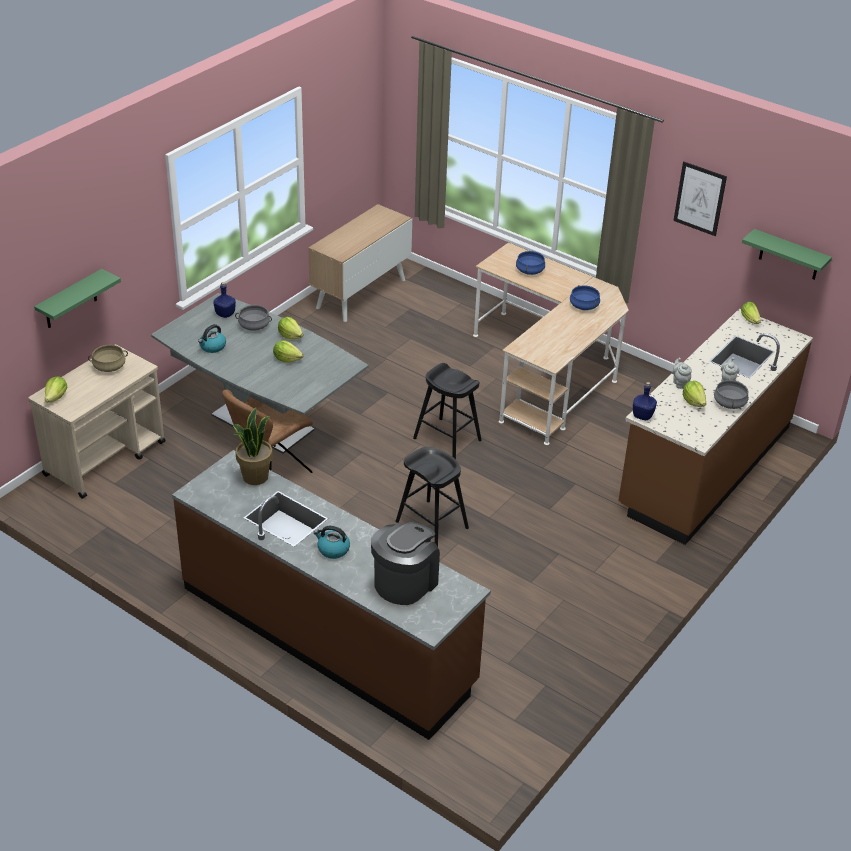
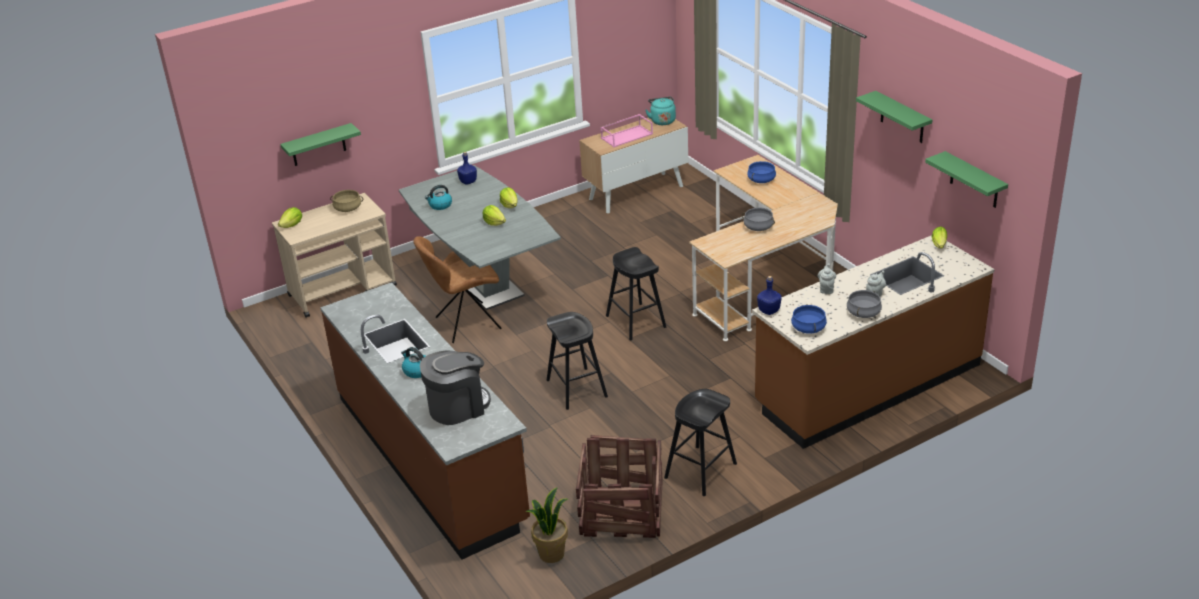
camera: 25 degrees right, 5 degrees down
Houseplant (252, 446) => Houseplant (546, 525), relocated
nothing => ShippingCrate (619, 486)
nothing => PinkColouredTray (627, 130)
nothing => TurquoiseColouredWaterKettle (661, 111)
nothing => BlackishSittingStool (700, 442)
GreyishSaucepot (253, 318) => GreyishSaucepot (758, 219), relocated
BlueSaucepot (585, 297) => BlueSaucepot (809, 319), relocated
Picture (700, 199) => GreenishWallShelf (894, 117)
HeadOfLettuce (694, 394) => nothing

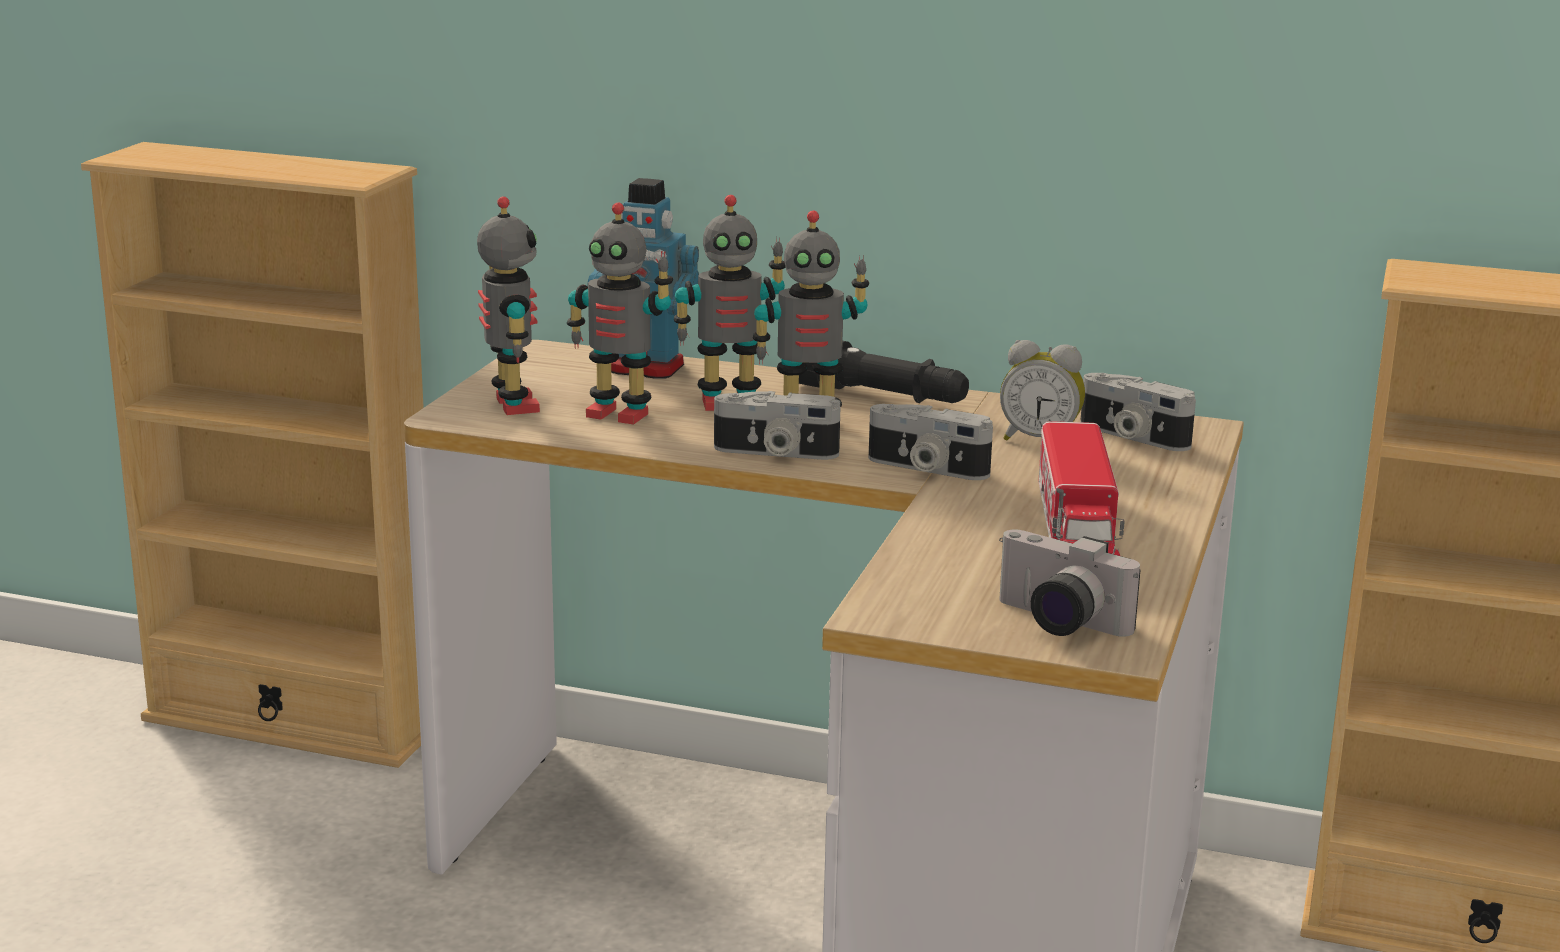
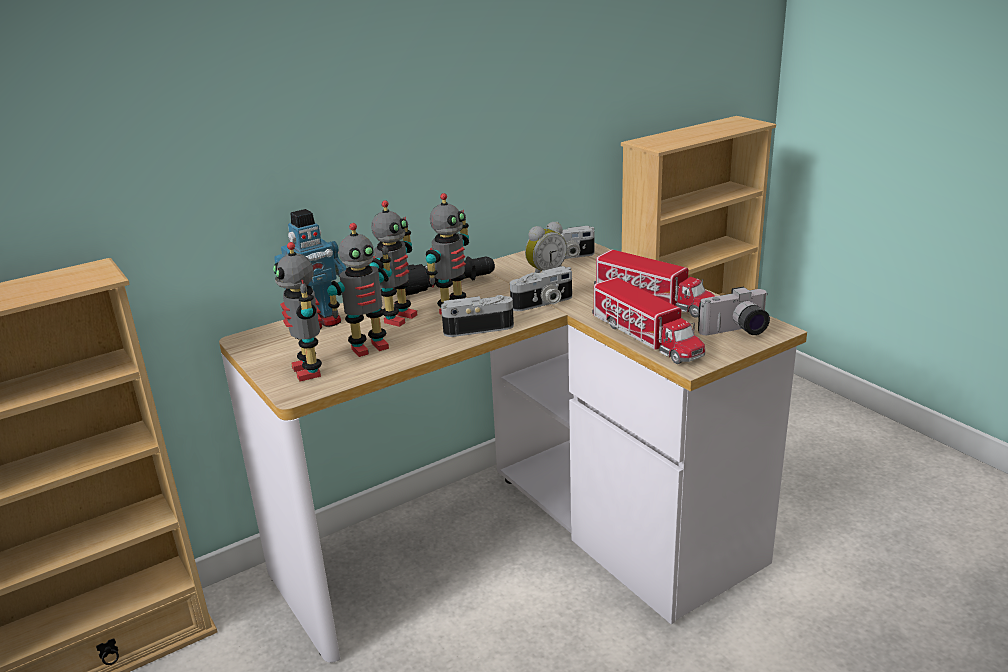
camera: 50 degrees left, 5 degrees up
ModelRobot (508, 306) => ModelRobot (297, 312), 135 degrees counterclockwise
StillCamera (777, 425) => StillCamera (477, 316), 150 degrees counterclockwise
nothing => ToyTruck (648, 320)

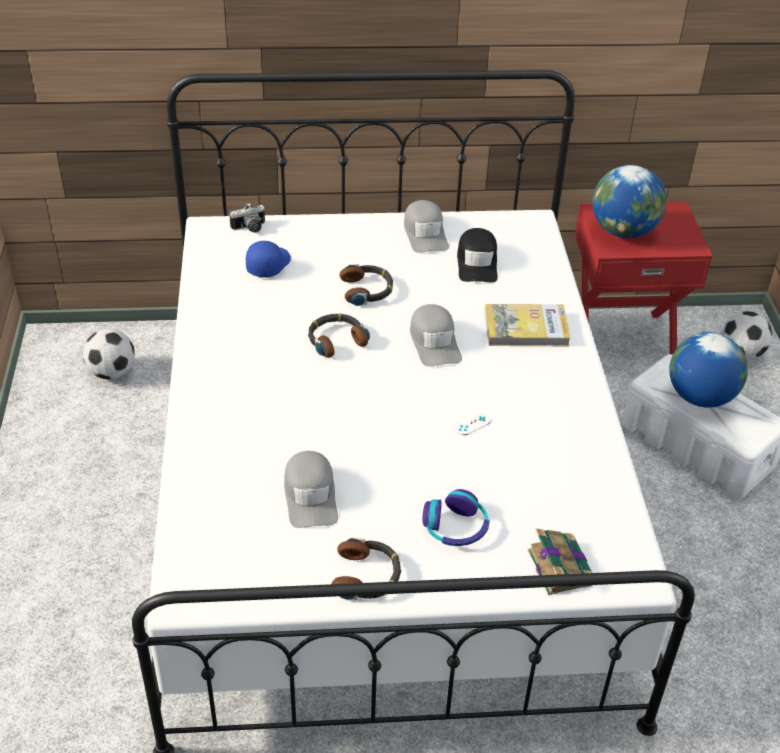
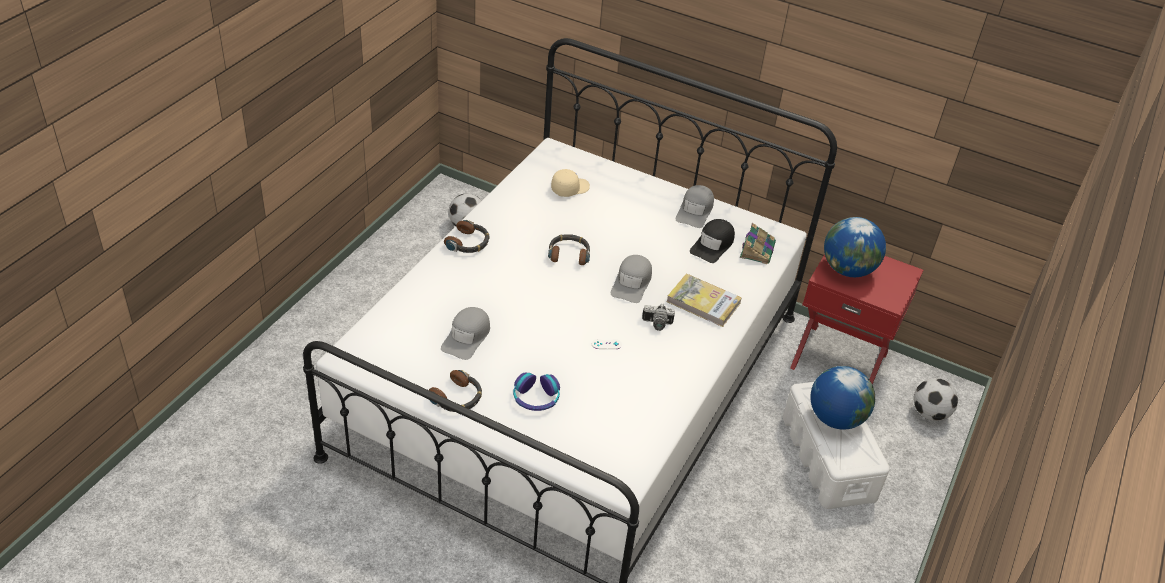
camera: 30 degrees right, 0 degrees up
Headset (366, 285) => Headset (466, 236), relocated
BlueCap (268, 259) => BeigeColouredCap (570, 183)
StillCamera (247, 218) => StillCamera (658, 317), relocated
BoundBook (560, 562) => BoundBook (758, 243), relocated

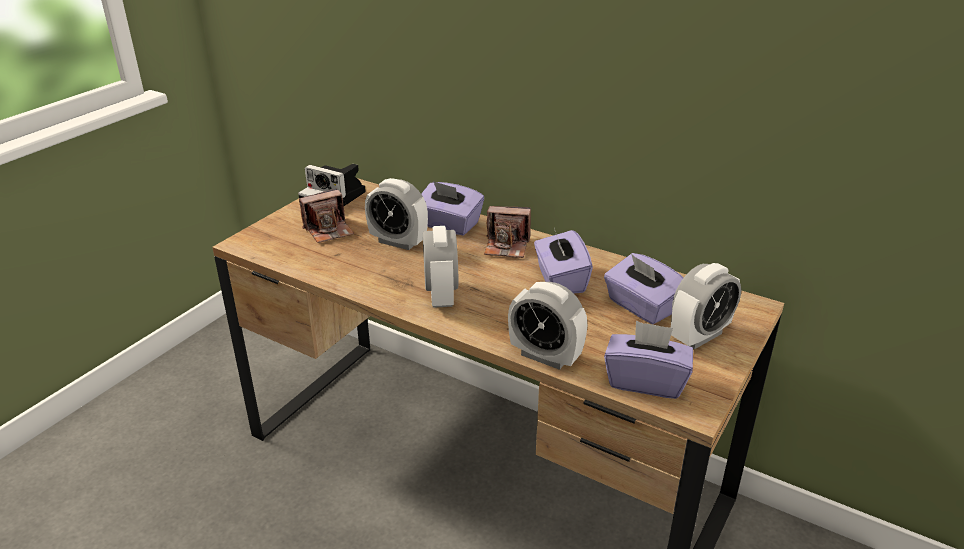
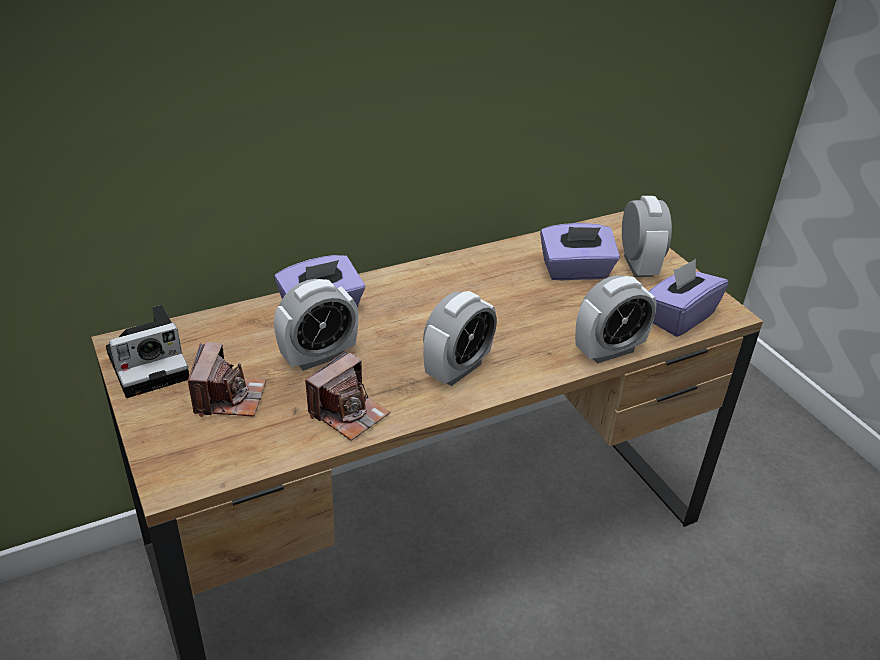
camera: 60 degrees left, 5 degrees up
StillCamera (507, 232) => StillCamera (347, 396), relocated
AlarmClock (440, 267) => AlarmClock (460, 338), 105 degrees clockwise
PurplishTissueHolder (563, 260) => nothing

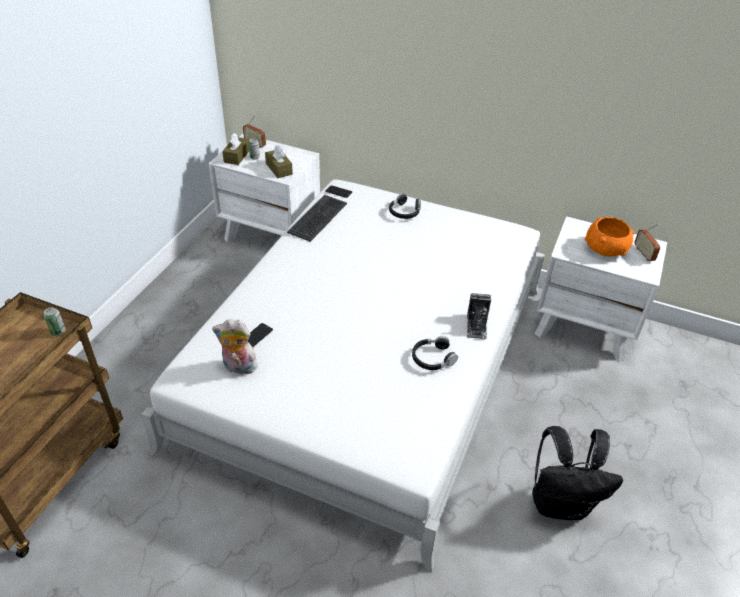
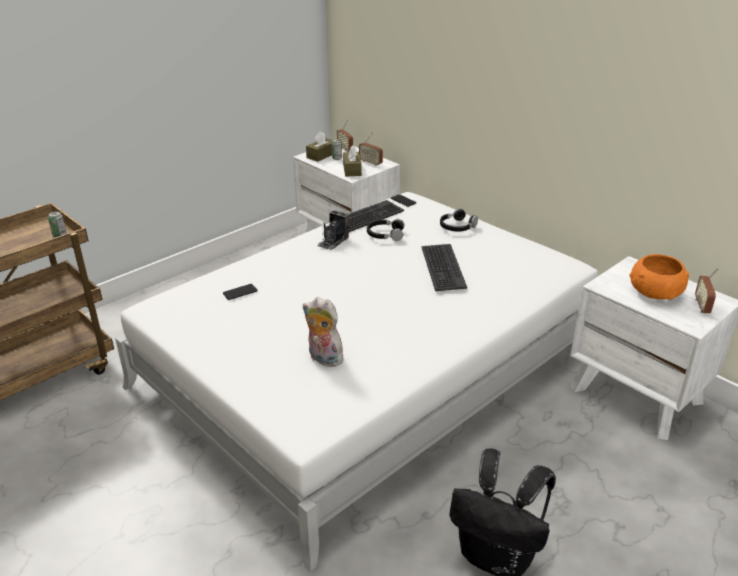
camera: 25 degrees right, 10 degrees down
PlushToy (234, 347) => PlushToy (324, 332), relocated
StillCamera (479, 316) => StillCamera (333, 230), relocated
nothing => RadioSet (371, 148)
BlackishHeadset (435, 353) => BlackishHeadset (386, 230), relocated
nothing => ComputerKeyboard (444, 267)

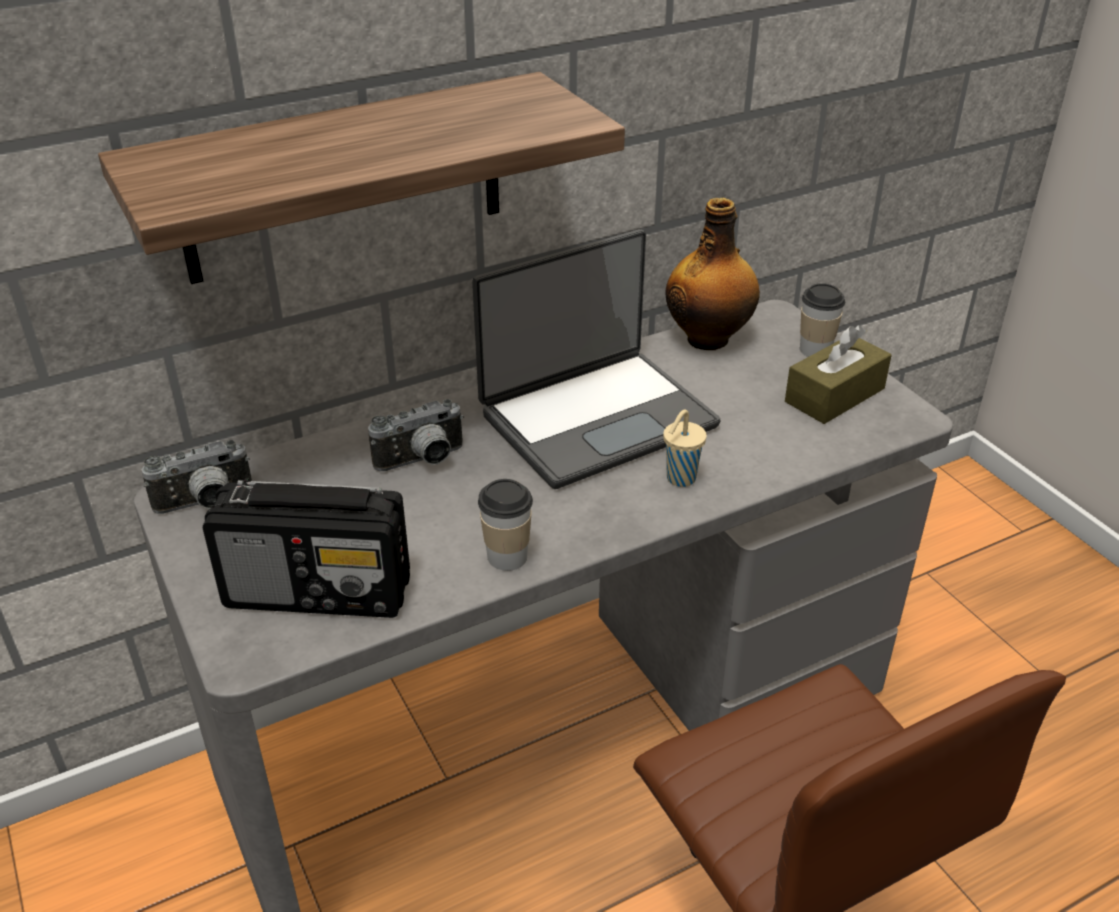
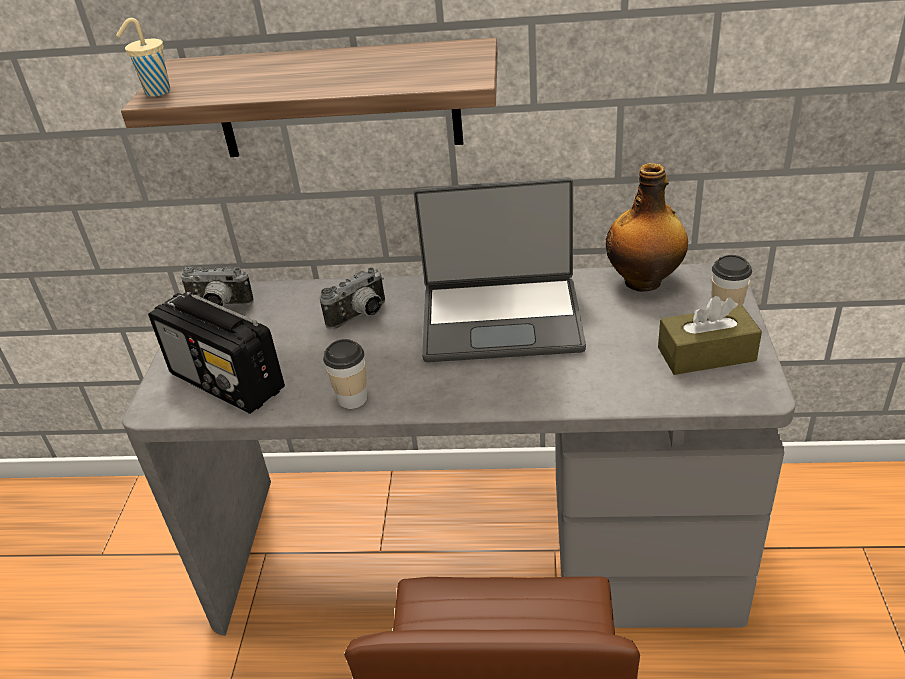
camera: 35 degrees right, 0 degrees up
BeigeColouredCup (685, 448) => BeigeColouredCup (143, 57), relocated
StillCamera (416, 435) => StillCamera (352, 298), 45 degrees counterclockwise

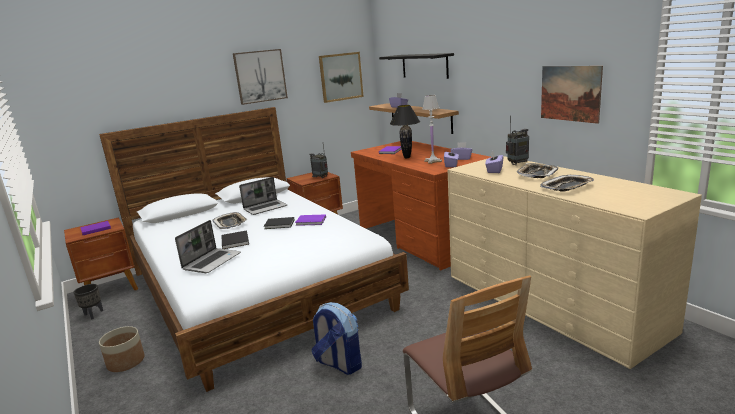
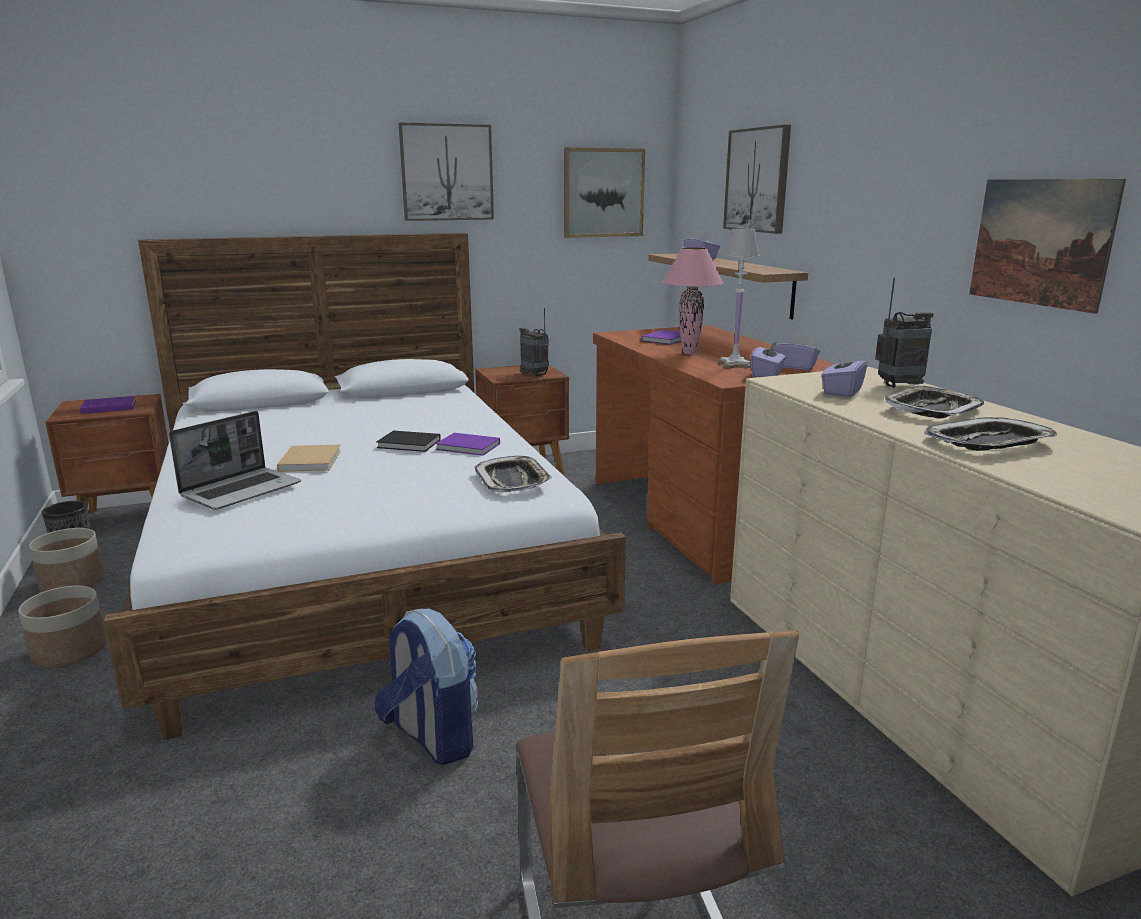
camera: 10 degrees right, 0 degrees up
nothing => FlowerPot (66, 560)
BlackishBoundBook (235, 239) => BeigeColouredBoundBook (309, 458)
Tray (230, 220) => Tray (513, 474), relocated
BlackishTableLamp (405, 131) => PinkColouredTableLamp (692, 300)
BlackishWallShelf (416, 66) => Picture (757, 179)
Laptop (263, 196) => nothing

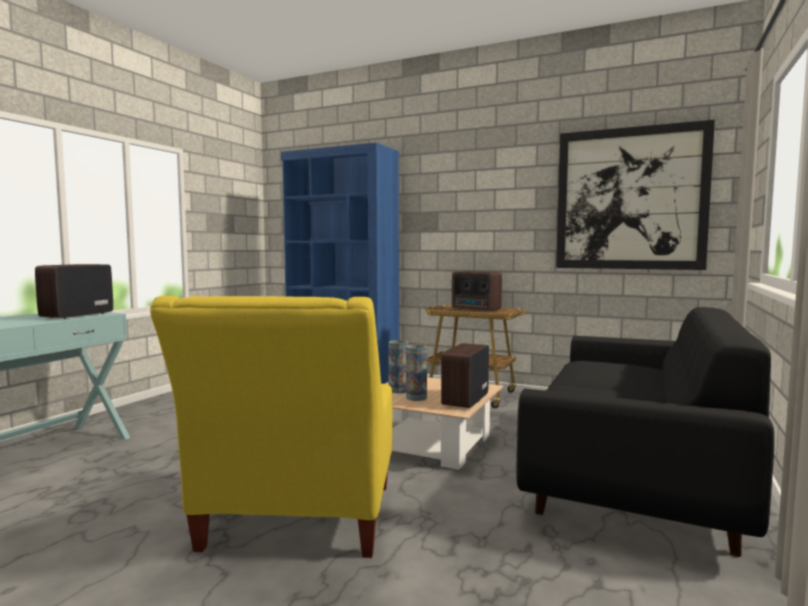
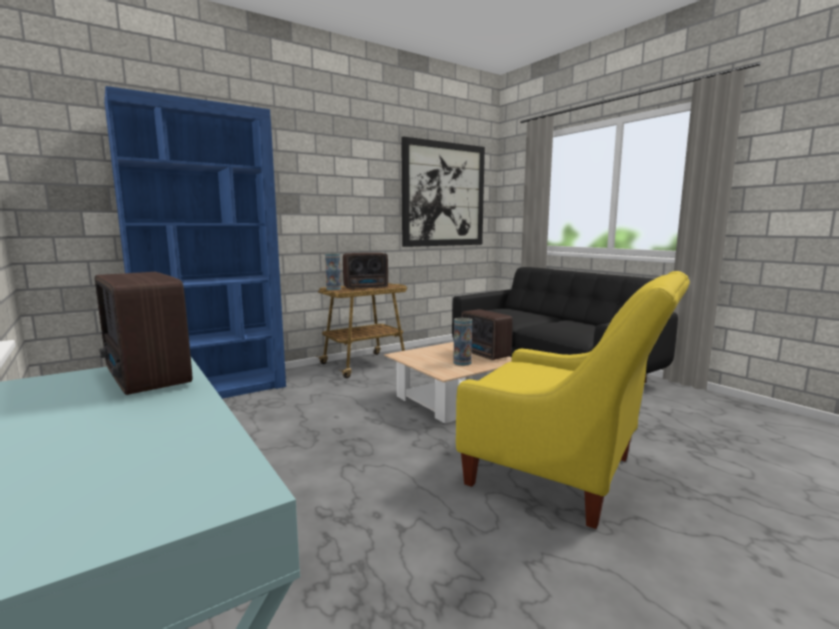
camera: 60 degrees left, 5 degrees up
FlowerVase (398, 367) => FlowerVase (333, 271), relocated

